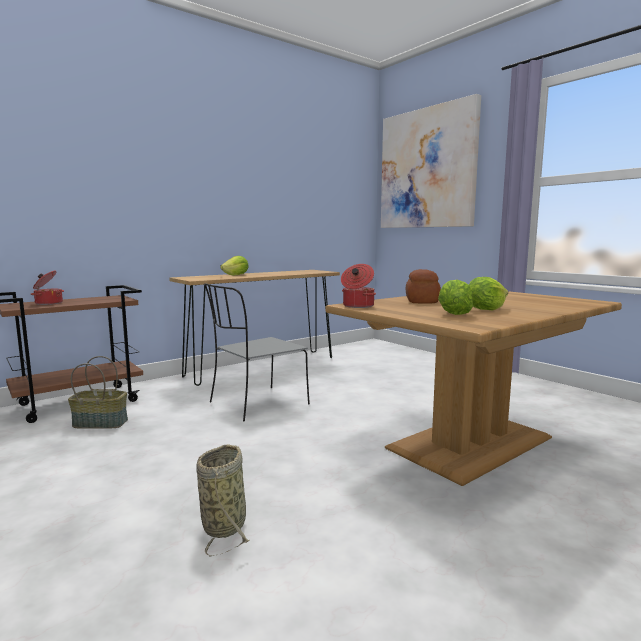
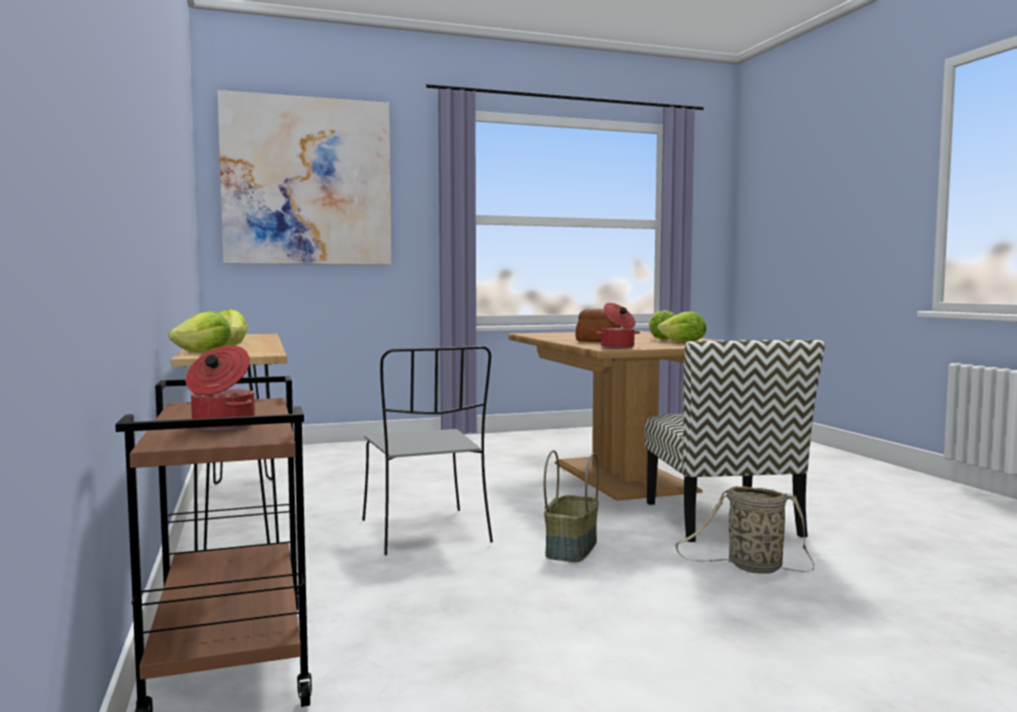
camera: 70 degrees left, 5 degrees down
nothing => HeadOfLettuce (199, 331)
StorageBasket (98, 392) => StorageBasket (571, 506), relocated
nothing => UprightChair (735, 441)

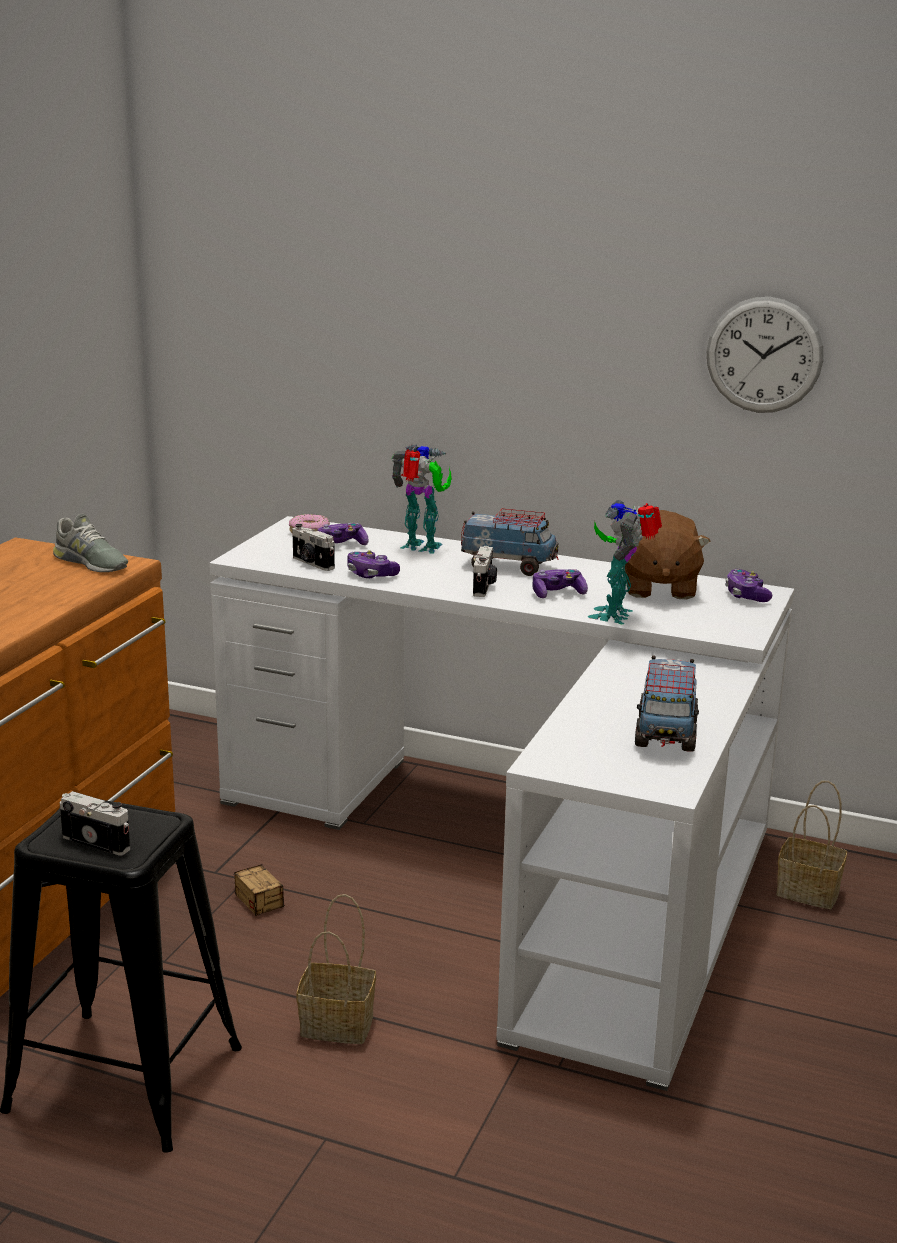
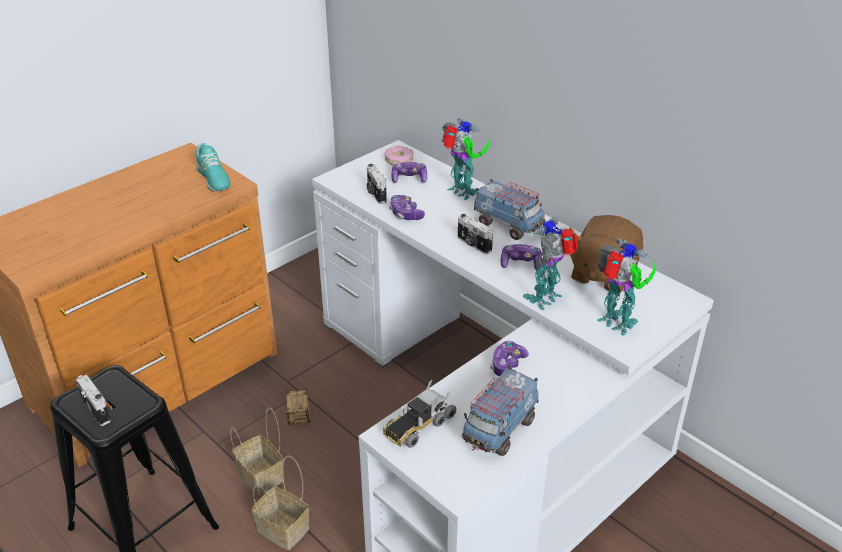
camera: 25 degrees right, 15 degrees up
GreyishLowShoe (90, 543) => TurquoiseColouredLowShoe (213, 167)
StorageBasket (811, 845) => StorageBasket (257, 451), relocated
nothing => ToyTruck (419, 414)
StillCamera (485, 571) => StillCamera (475, 234), 105 degrees clockwise
Joypad (748, 585) => Joypad (509, 358), relocated
nothing => ModelRobot (626, 287)
WallClock (764, 355) => nothing

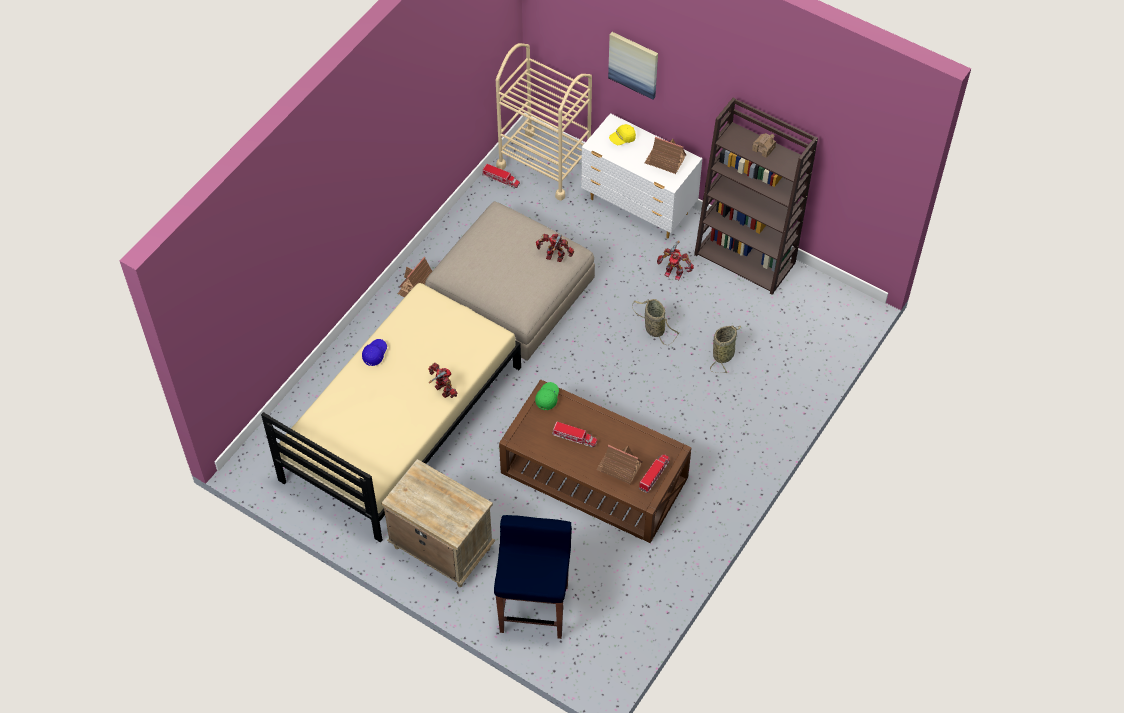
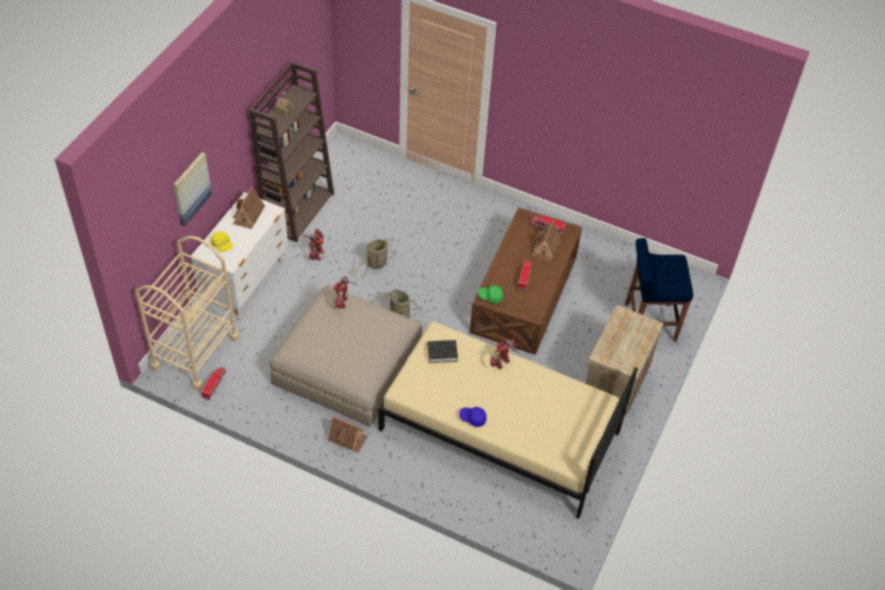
camera: 100 degrees left, 5 degrees down
StorageBasket (725, 349) => StorageBasket (397, 303), relocated
nothing => BlackishBoundBook (442, 351)

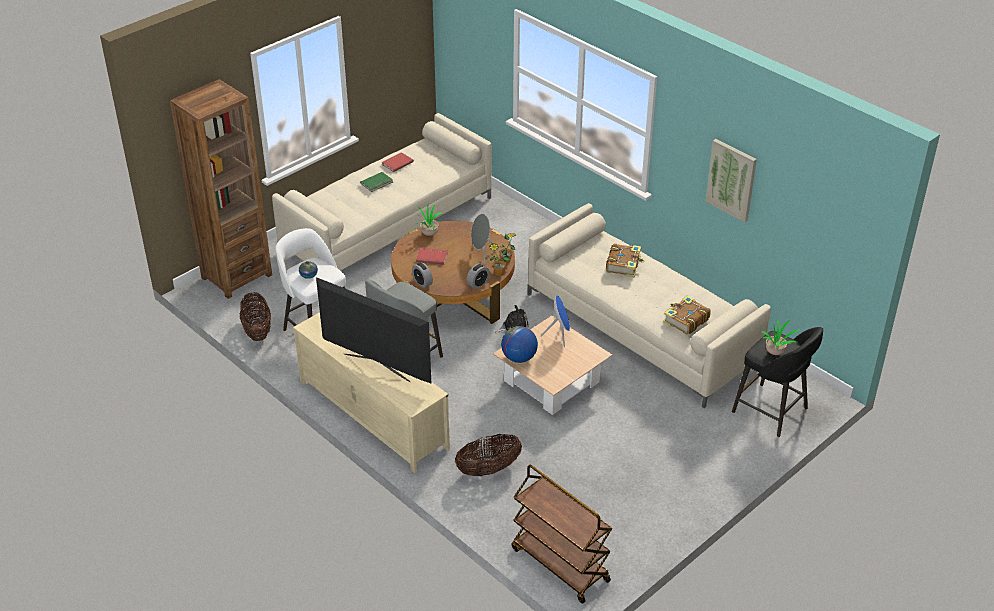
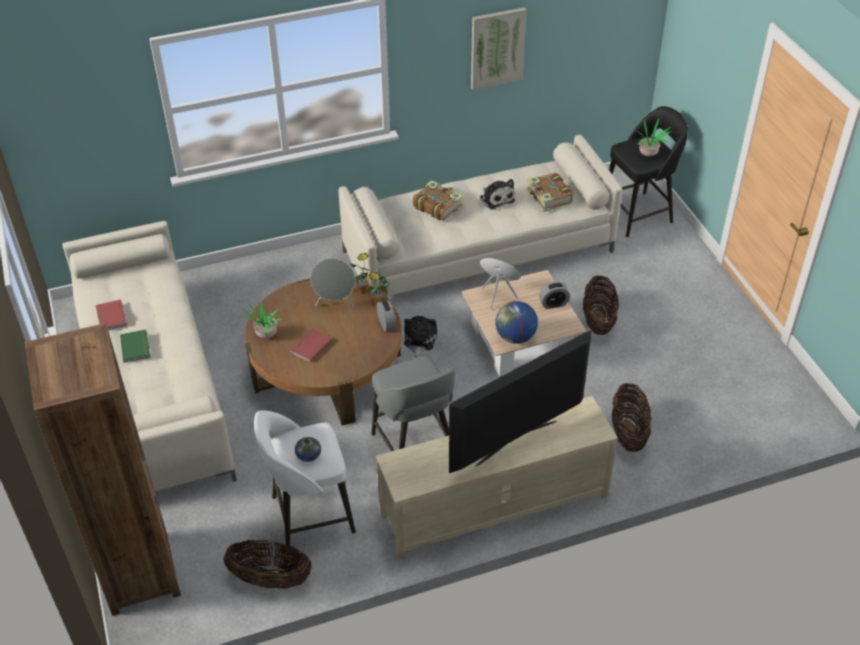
camera: 65 degrees left, 5 degrees up
nothing => PlushToy (497, 194)
AlarmClock (422, 275) => AlarmClock (554, 295), relocated
nothing => StorageBasket (601, 305)
BrownColouredWheeledCart (562, 533) => nothing

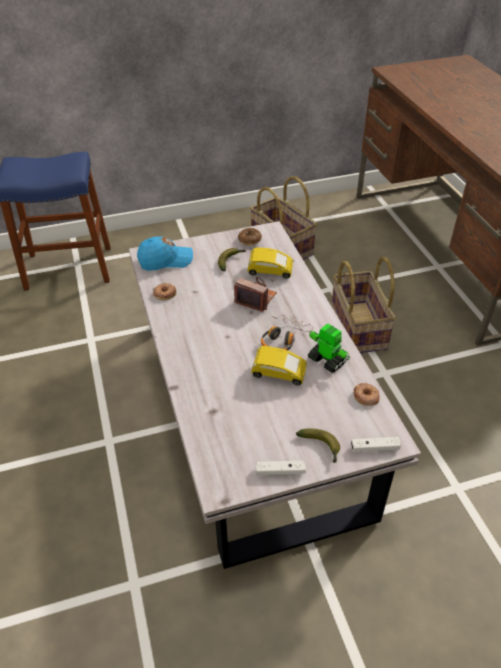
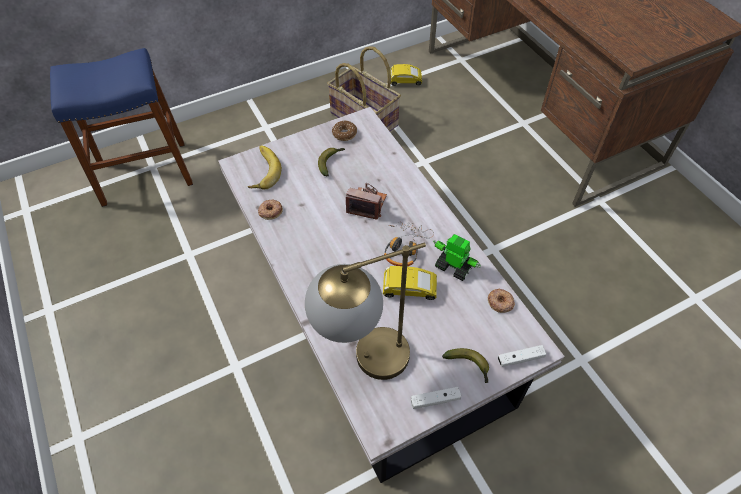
camera: 10 degrees left, 10 degrees up
BlueCap (165, 253) => WholeBanana (264, 167)
nothing => TableLamp (365, 311)
YellowColouredToyCar (270, 263) => YellowColouredToyCar (406, 75), relocated
StorageBasket (363, 304) => nothing

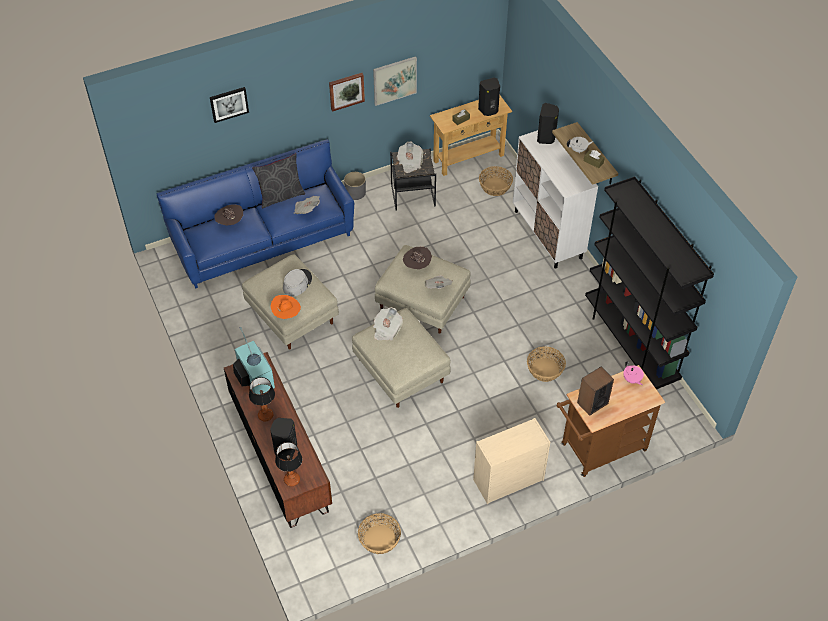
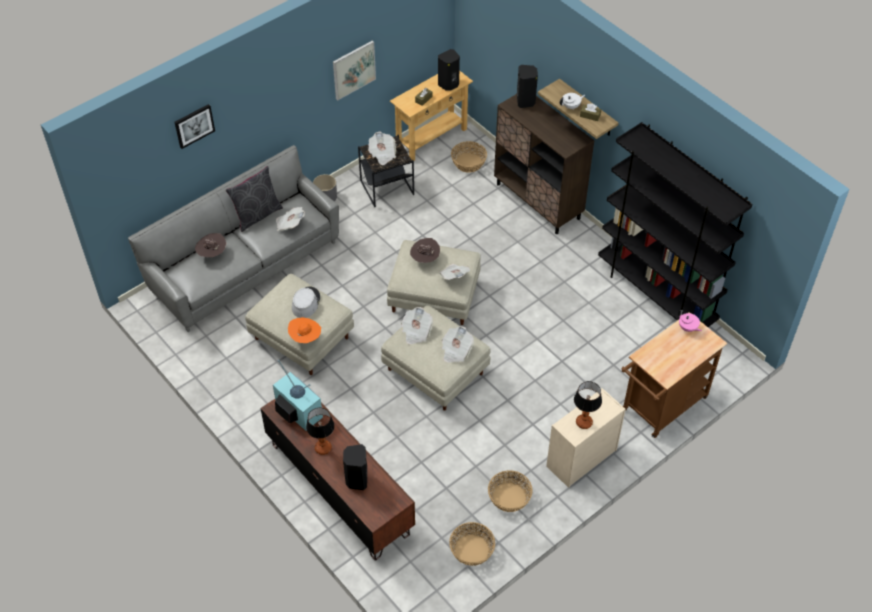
camera: 15 degrees left, 0 degrees up
BlueSofa (255, 213) => GreyishSofa (233, 238)
nothing => DailyPaper (458, 344)
StorageBasket (546, 364) => StorageBasket (510, 491), relocated
WhiteColouredCabinet (555, 199) => BrownColouredCabinet (544, 164)
TableLamp (288, 464) => TableLamp (588, 405), relocated
Picture (347, 92) => nothing
Speaker (595, 391) => nothing

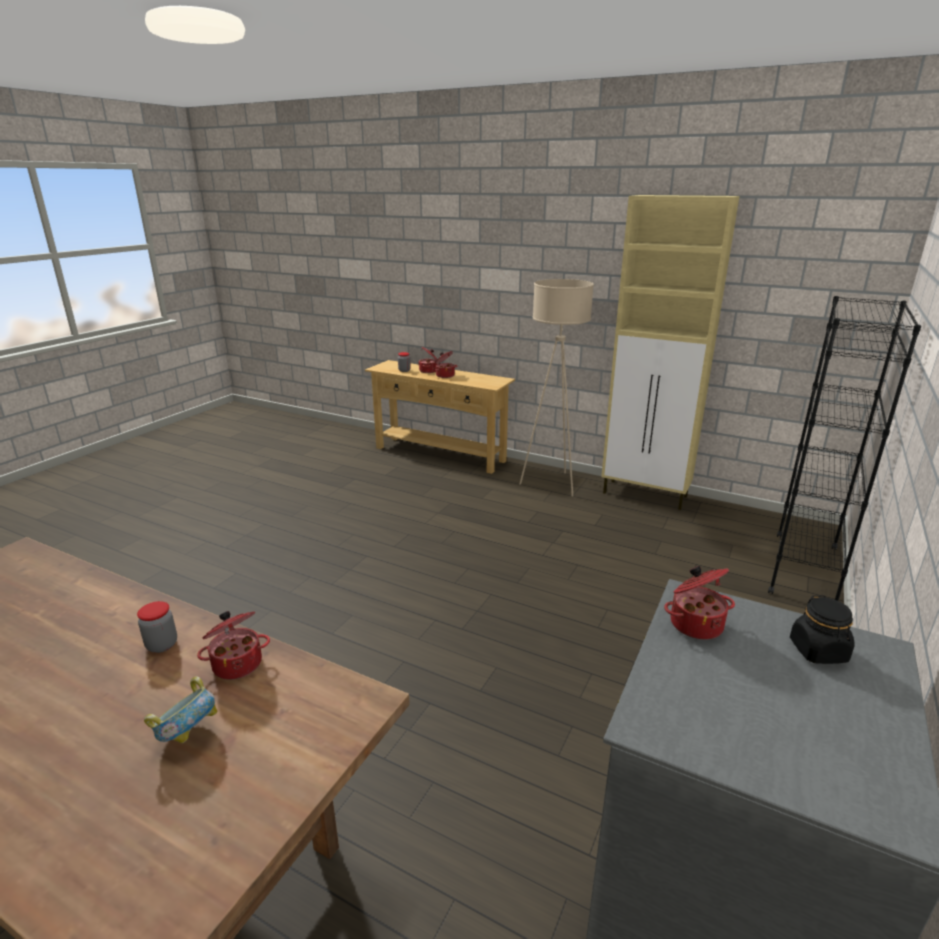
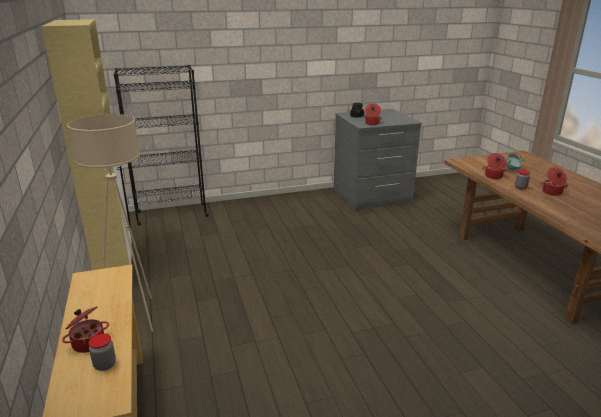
camera: 135 degrees left, 0 degrees up
Saucepot (445, 364) => Saucepot (554, 181), relocated

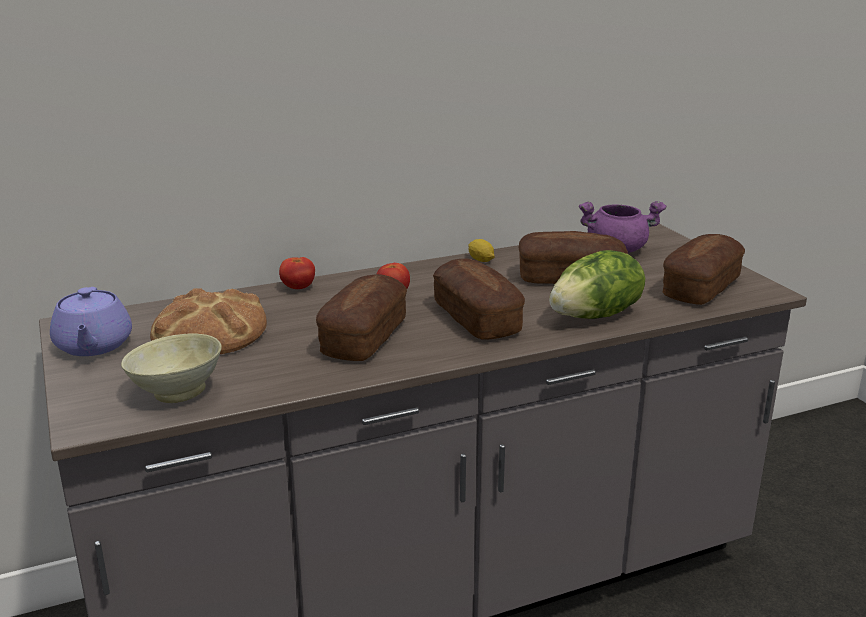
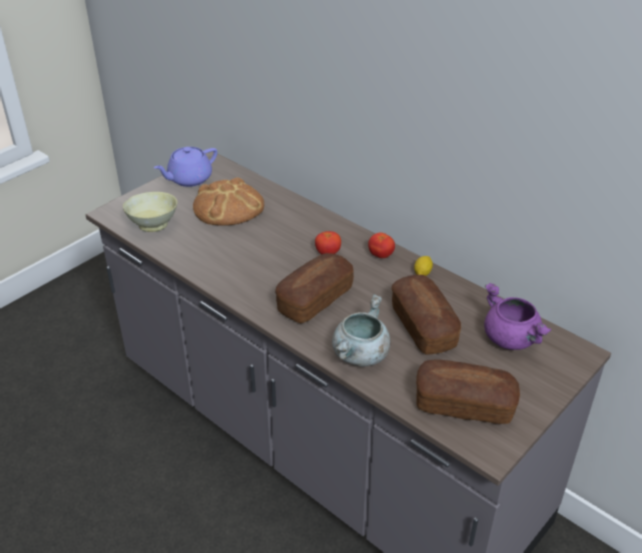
camera: 65 degrees right, 15 degrees up
HeadOfLettuce (597, 284) => GreyishSaucepot (361, 330)
WholeTomato (297, 273) => WholeTomato (381, 245), relocated
BakeryBread (361, 317) => nothing

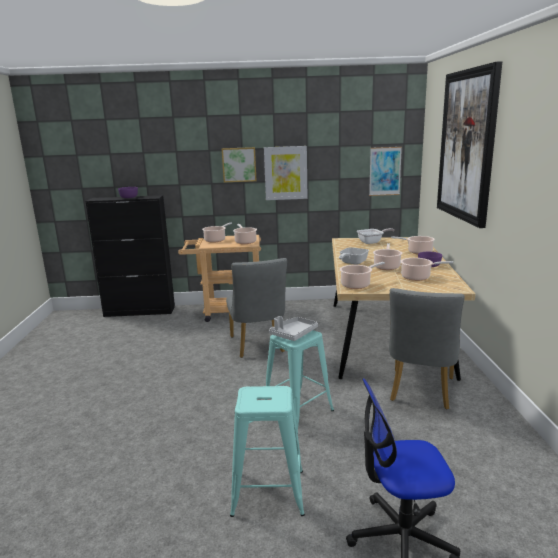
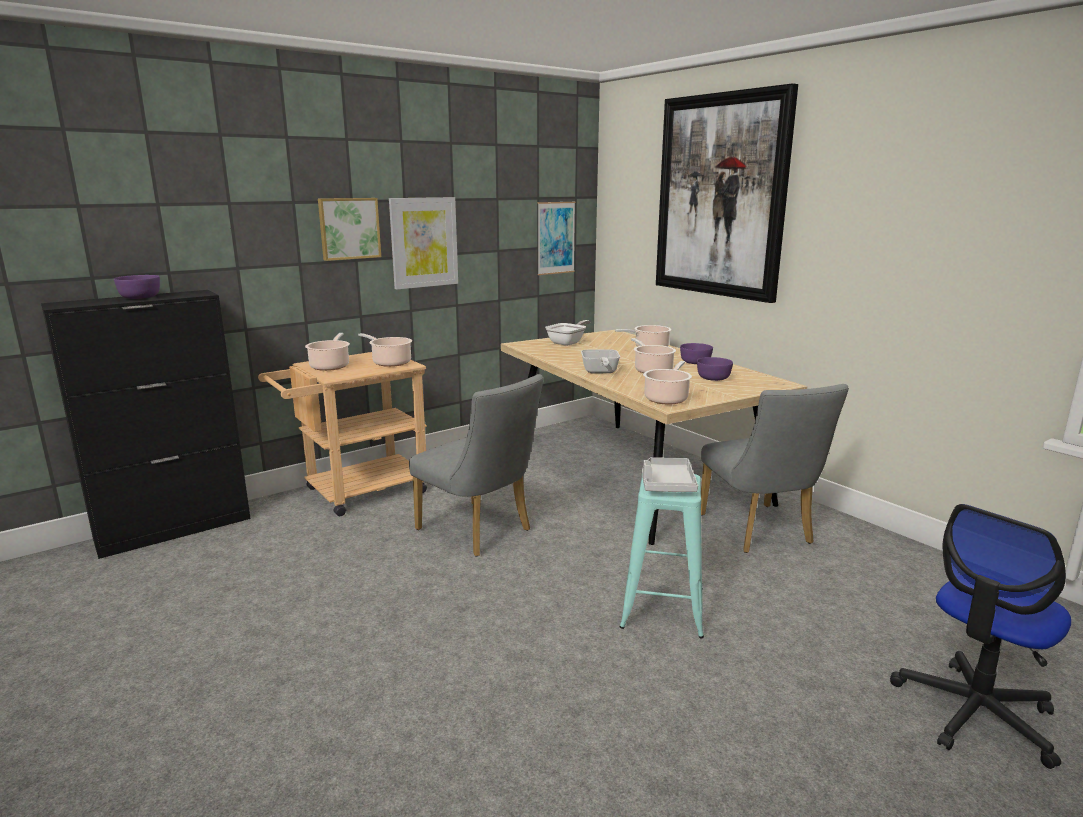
camera: 35 degrees left, 0 degrees up
Saucepot (426, 269) => PurplishBowl (715, 369)
TurquoiseColouredSittingStool (267, 451) => nothing

